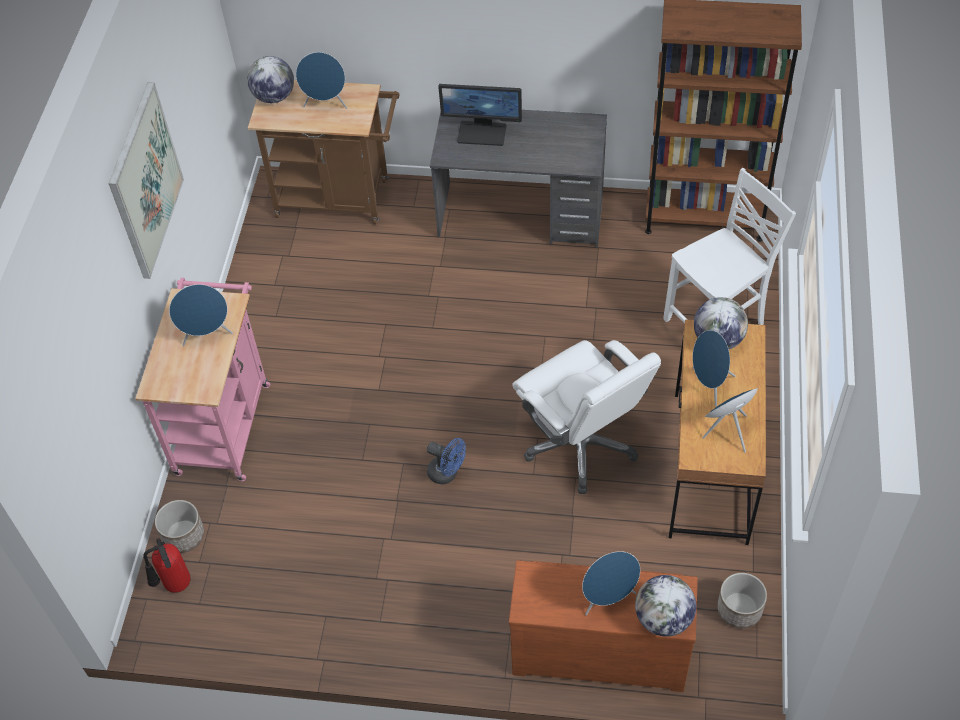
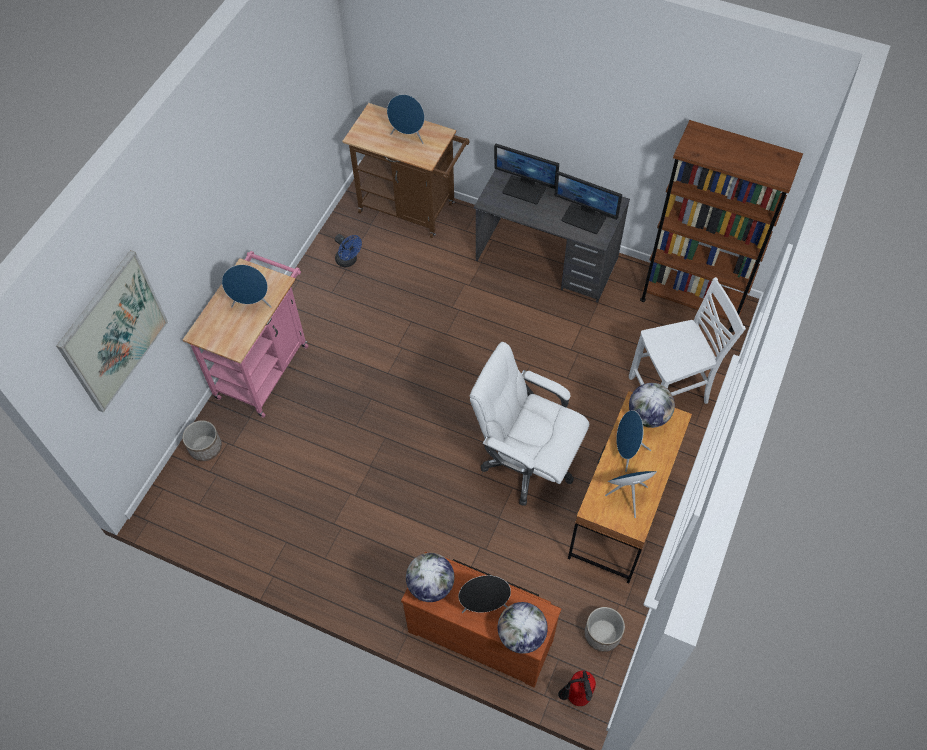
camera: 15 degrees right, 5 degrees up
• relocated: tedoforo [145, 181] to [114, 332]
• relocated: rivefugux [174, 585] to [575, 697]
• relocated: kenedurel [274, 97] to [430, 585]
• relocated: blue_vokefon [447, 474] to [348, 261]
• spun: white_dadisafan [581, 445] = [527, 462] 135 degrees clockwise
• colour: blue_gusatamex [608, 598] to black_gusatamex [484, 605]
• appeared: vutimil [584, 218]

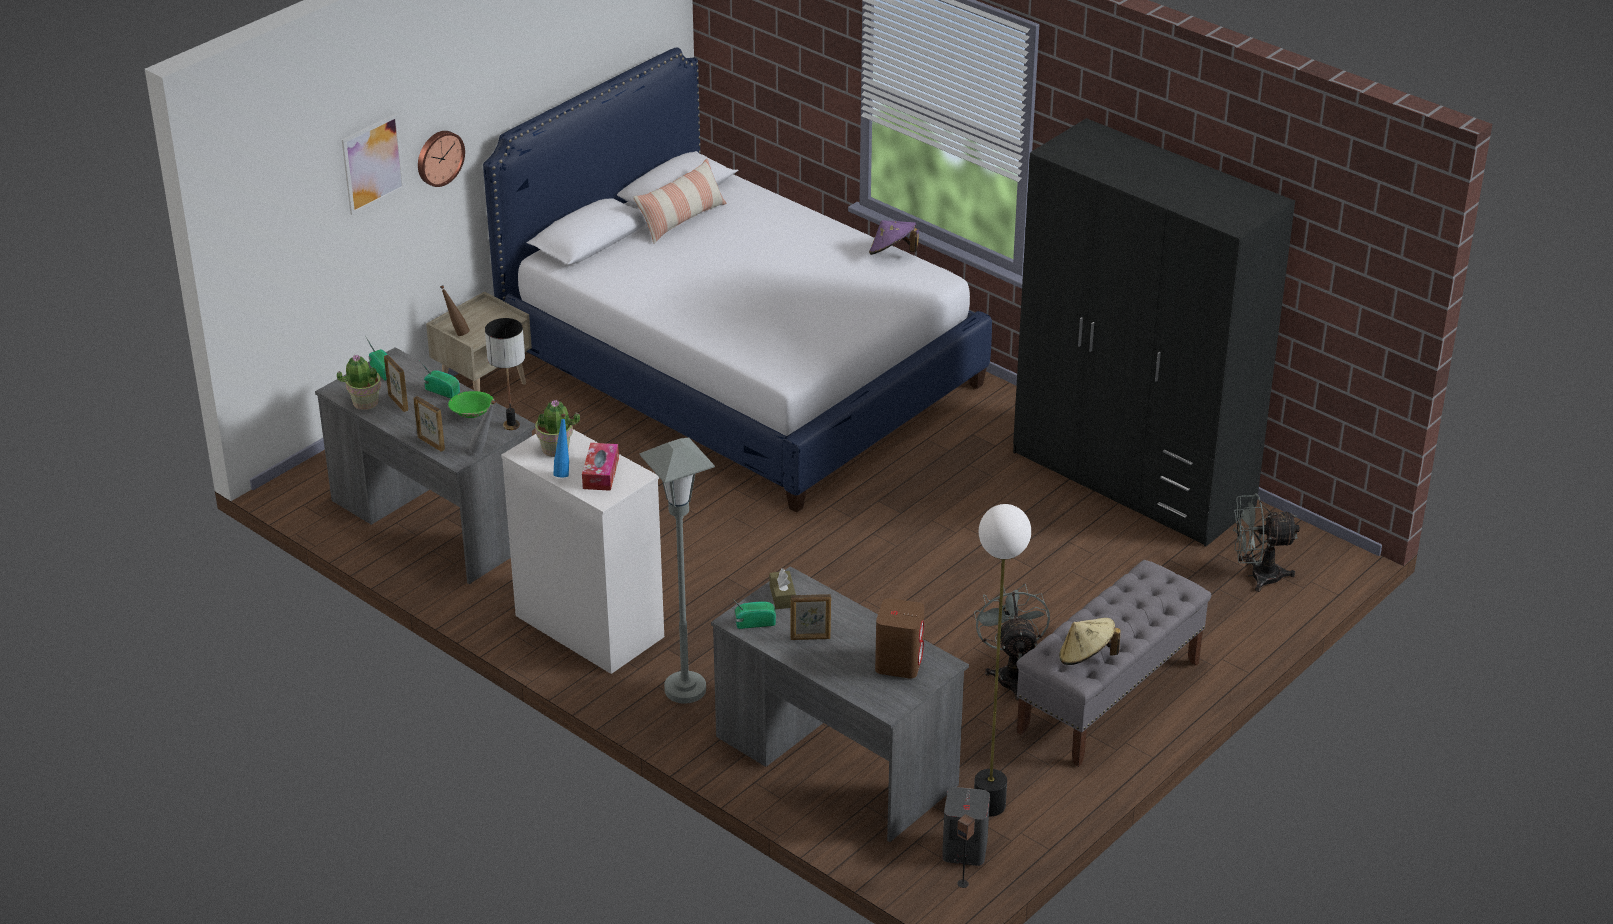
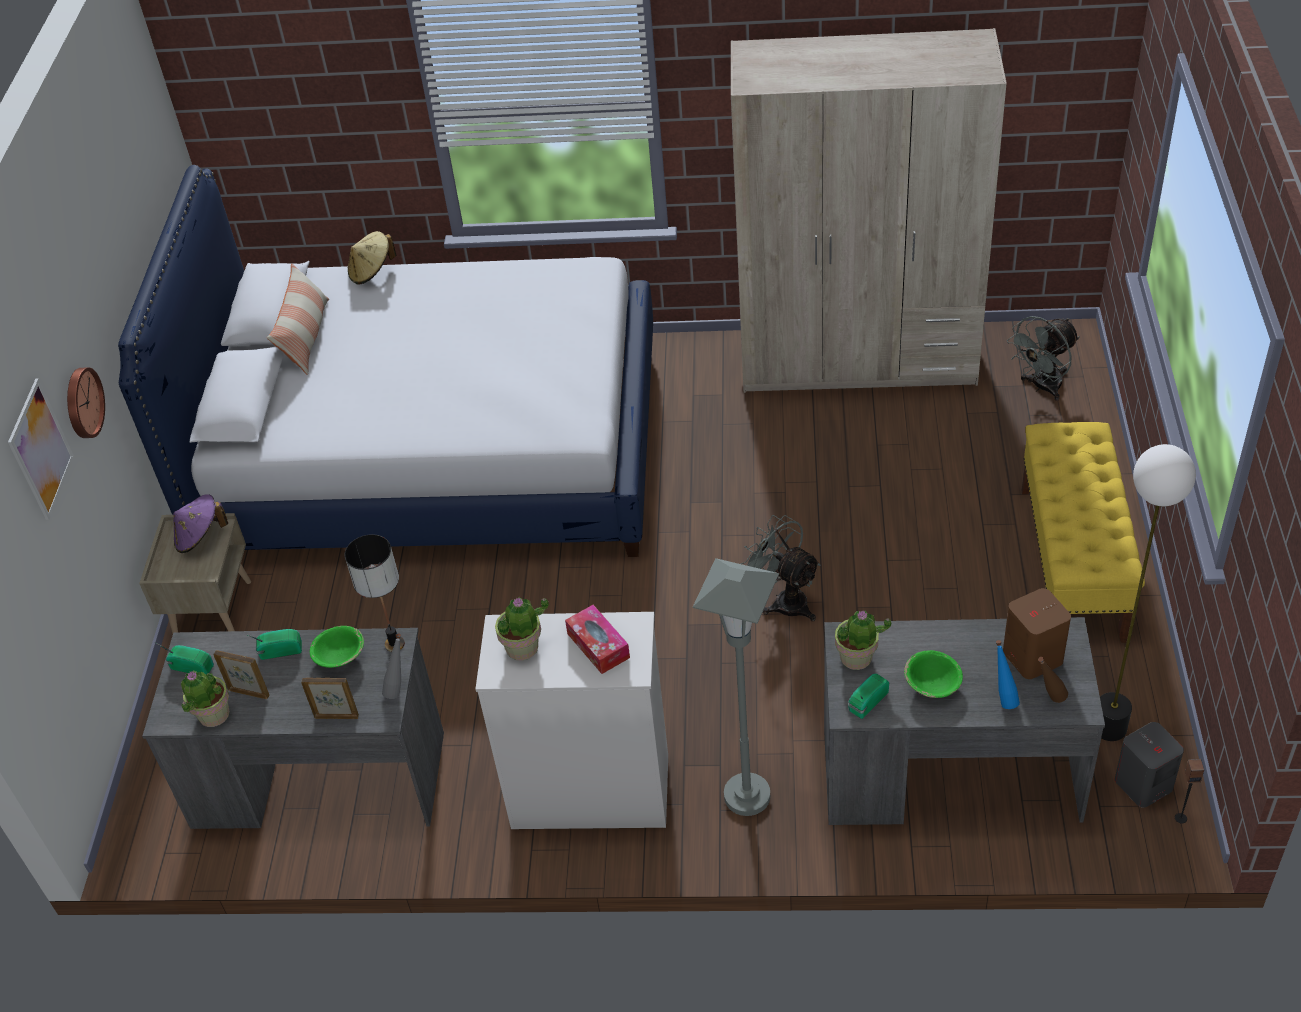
camera: 35 degrees left, 10 degrees up
• relocated: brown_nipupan [456, 333] to [1048, 699]
• relocated: blue_nipupan [563, 472] to [1003, 698]
• exchanged: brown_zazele [782, 596] to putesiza [856, 658]
• exchanged: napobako [810, 638] to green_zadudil [932, 684]
• relocated: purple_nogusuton [892, 253] to [200, 537]
• relocated: grey_vokefon [1011, 674] to [784, 600]
• colour: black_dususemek [1133, 479] to beige_dususemek [858, 360]
• colour: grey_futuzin [1109, 697] to yellow_futuzin [1072, 563]
• relocated: beige_nogusuton [1086, 657] to [372, 272]

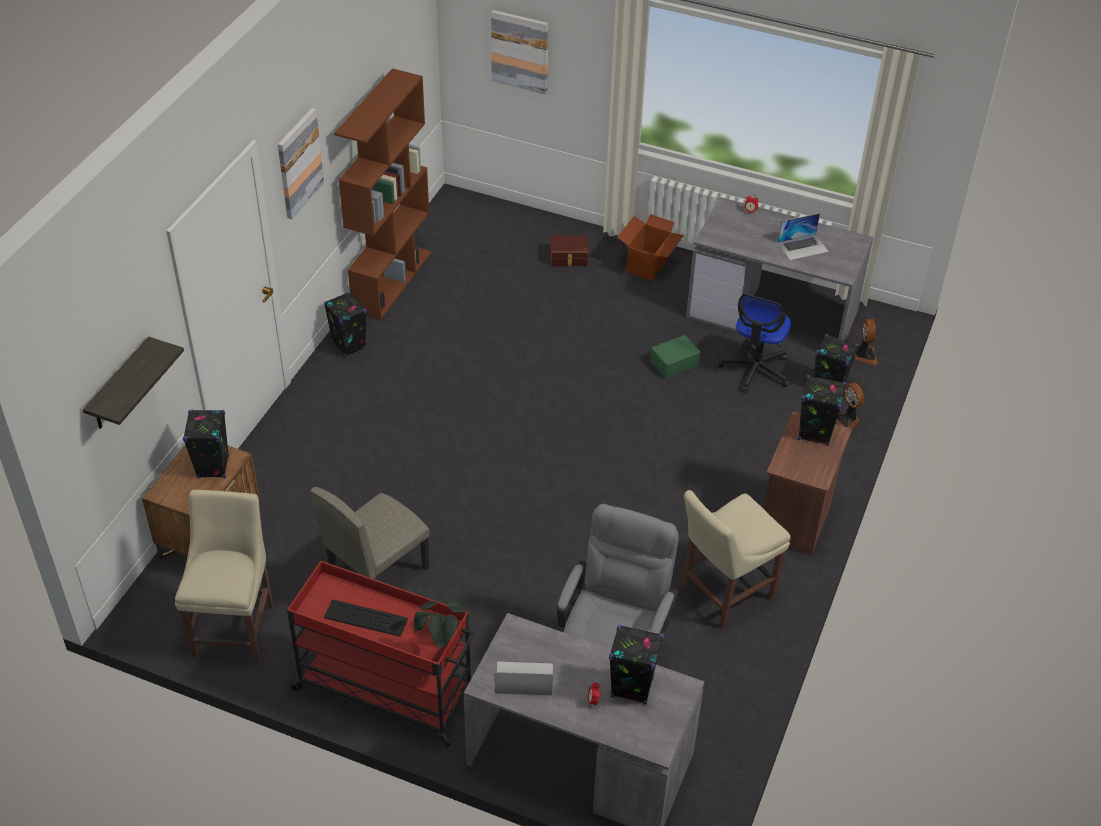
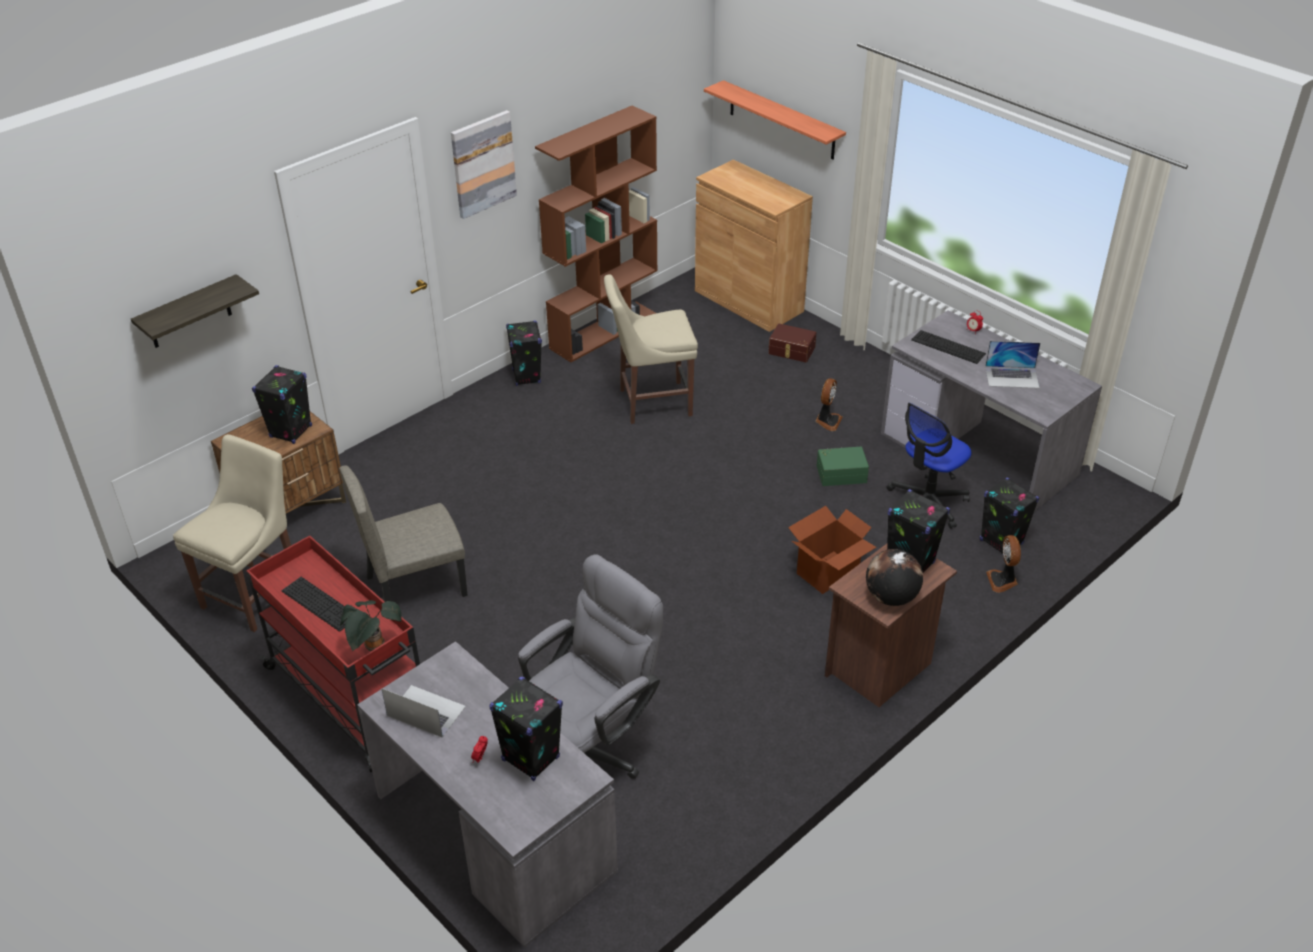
camera: 25 degrees right, 5 degrees down
• exchanged: tedoforo [520, 51] to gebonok [781, 120]
• relocated: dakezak [648, 265] to [828, 573]
• relocated: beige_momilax [723, 594] to [651, 402]
• relocated: vokefon [864, 356] to [827, 421]
• appeared: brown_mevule [748, 301]
• appeared: kenedurel [891, 597]
• appeared: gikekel [948, 347]

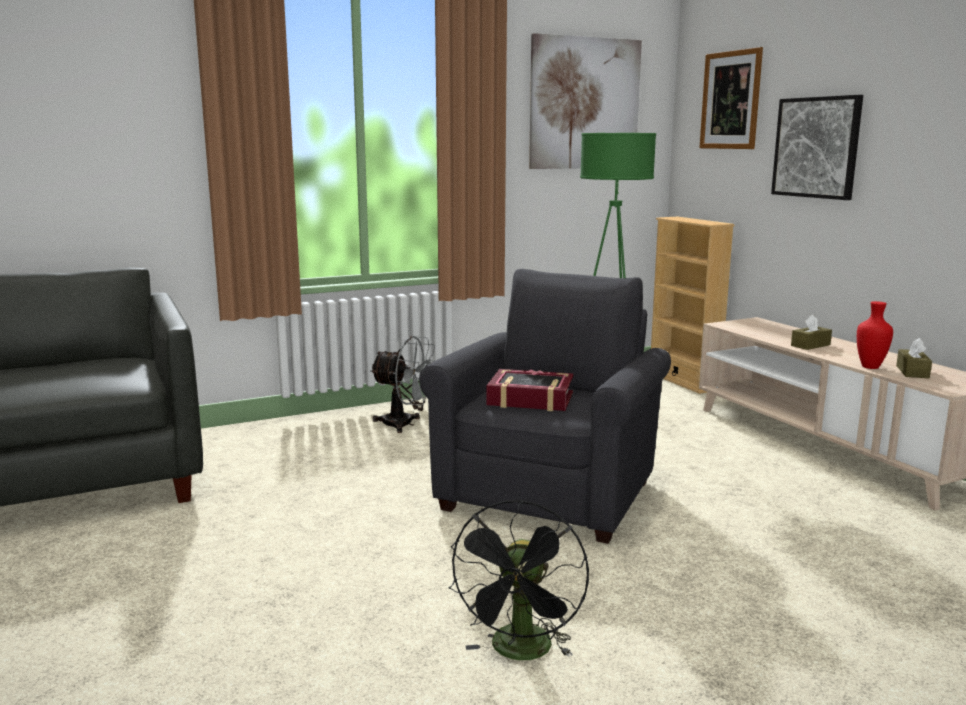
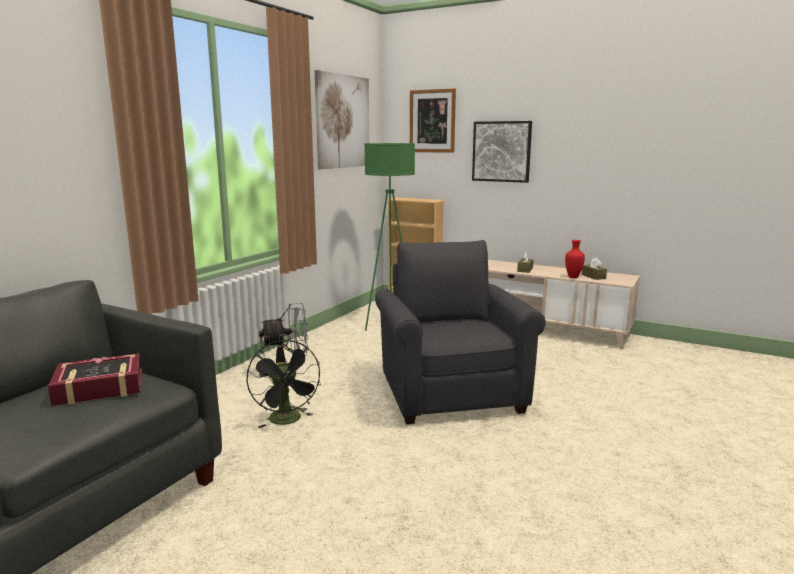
camera: 35 degrees left, 0 degrees up
• relocated: black_vokefon [521, 653] to [287, 421]
• relocated: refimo [530, 399] to [99, 387]

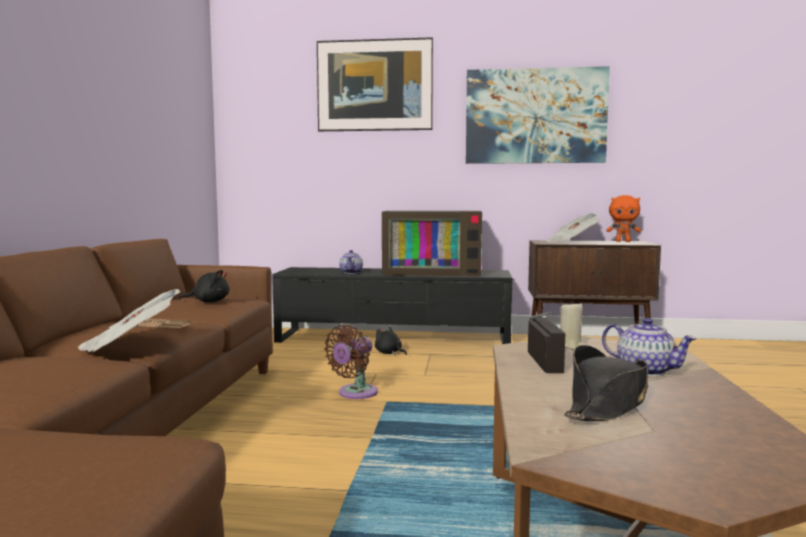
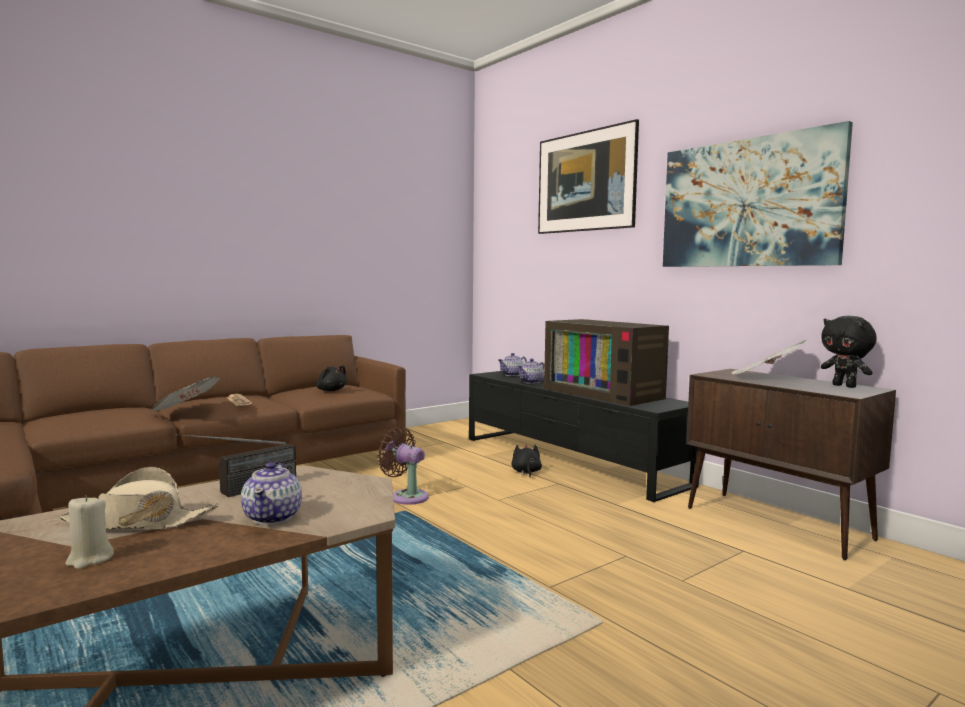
camera: 45 degrees right, 0 degrees up
• spun: brown_vokefon [355, 393] = [406, 496] 45 degrees clockwise
• relocated: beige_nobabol [570, 346] to [89, 559]
• colour: black_nogusuton [607, 404] to beige_nogusuton [140, 523]
• colour: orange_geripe [623, 241] to black_geripe [845, 386]
• appeared: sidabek [512, 375]

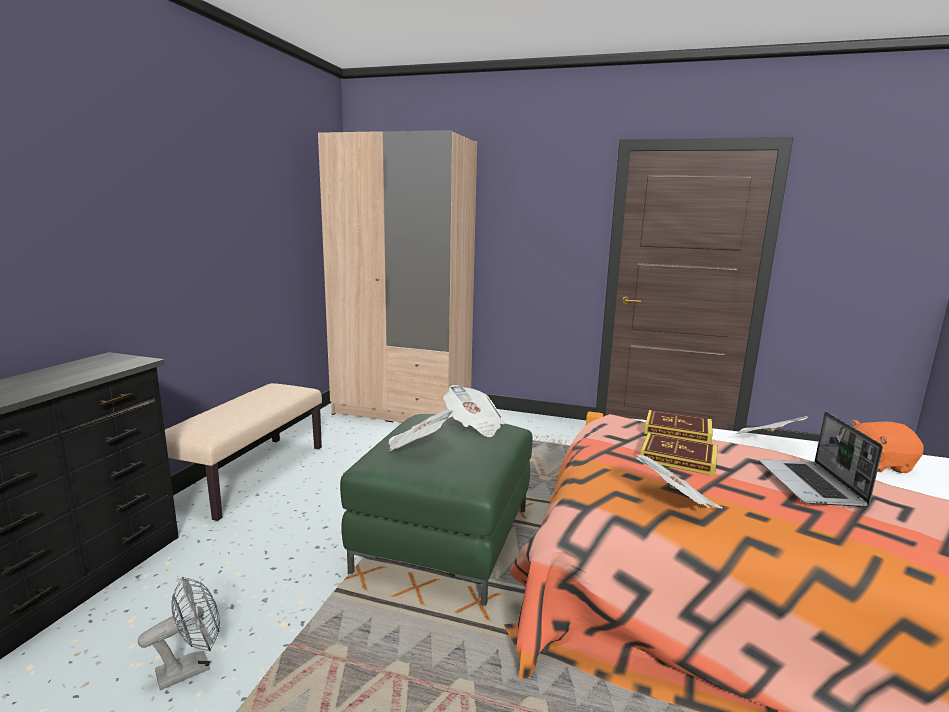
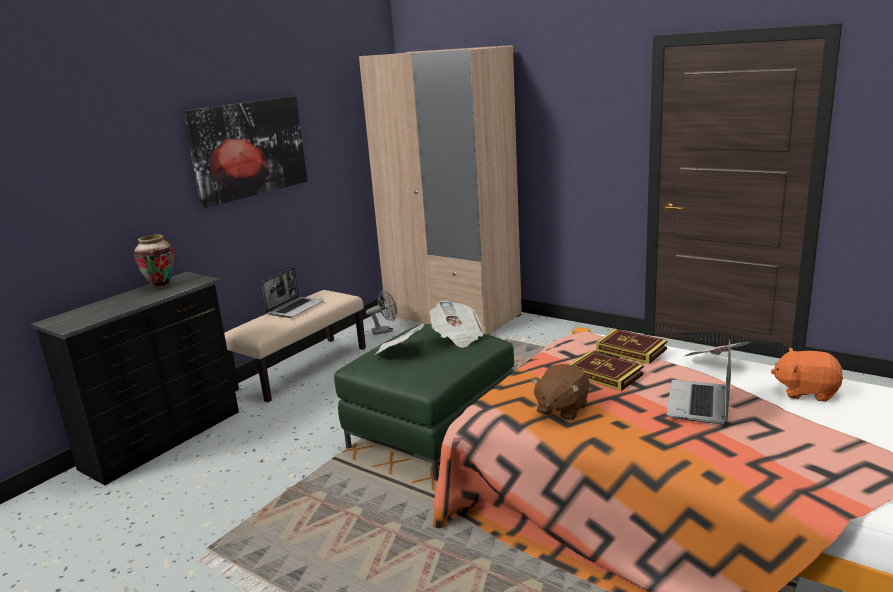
camera: 20 degrees right, 5 degrees up
• relocated: grey_vokefon [192, 667] to [385, 331]
• exchanged: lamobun [675, 503] to brown_geripe [561, 409]
• appeared: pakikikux [161, 286]
• appeared: tedoforo [249, 149]
• appeared: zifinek [295, 308]

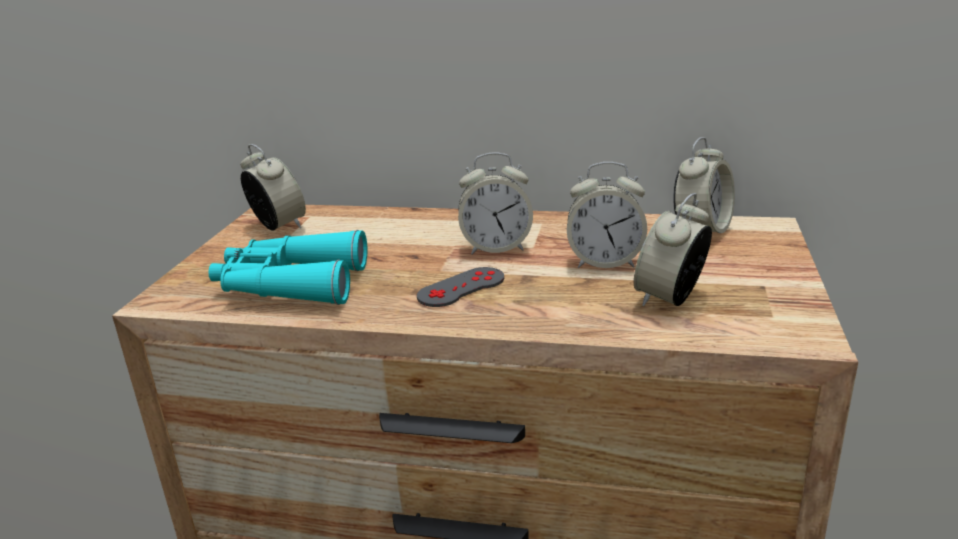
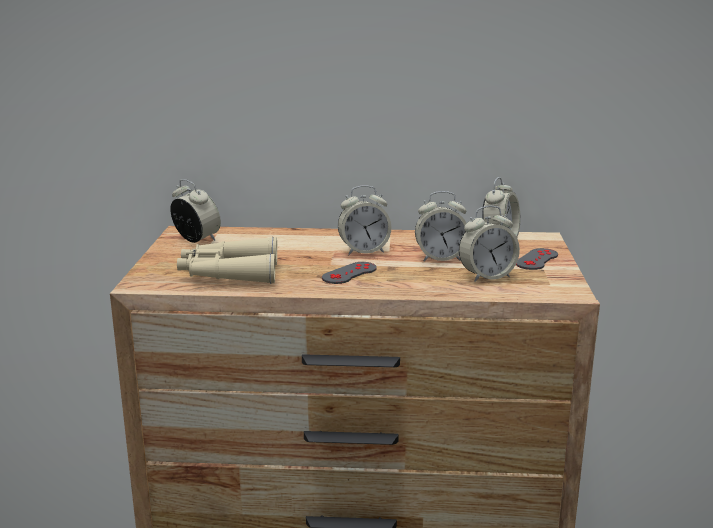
camera: 10 degrees left, 5 degrees down
• colour: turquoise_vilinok [290, 285] to beige_vilinok [228, 274]
• spun: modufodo [670, 298] = [487, 276] 135 degrees counterclockwise
• appeared: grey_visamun [537, 259]

